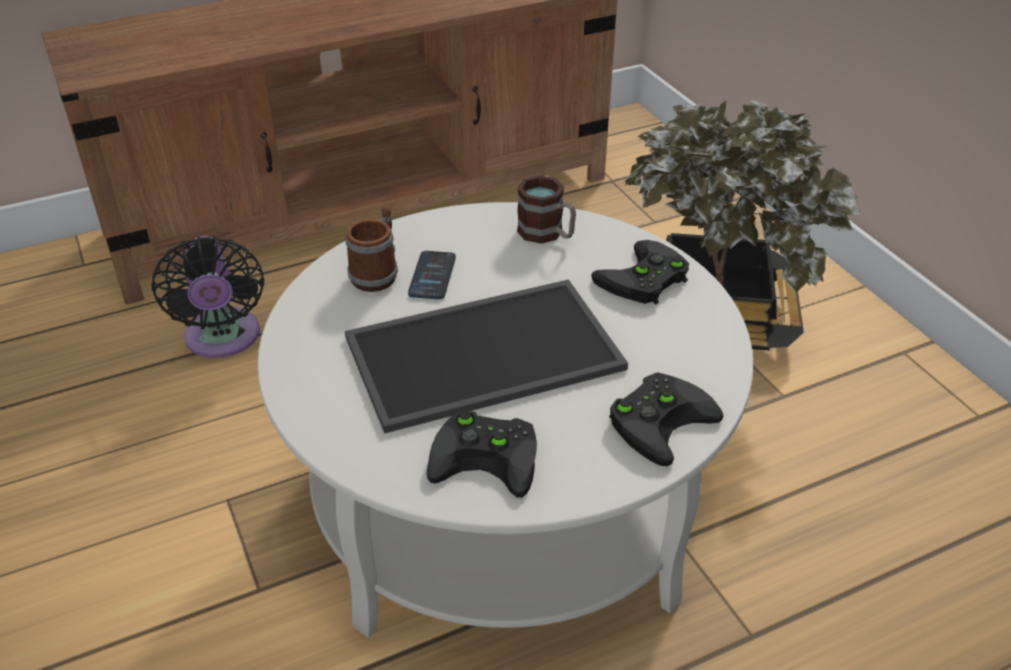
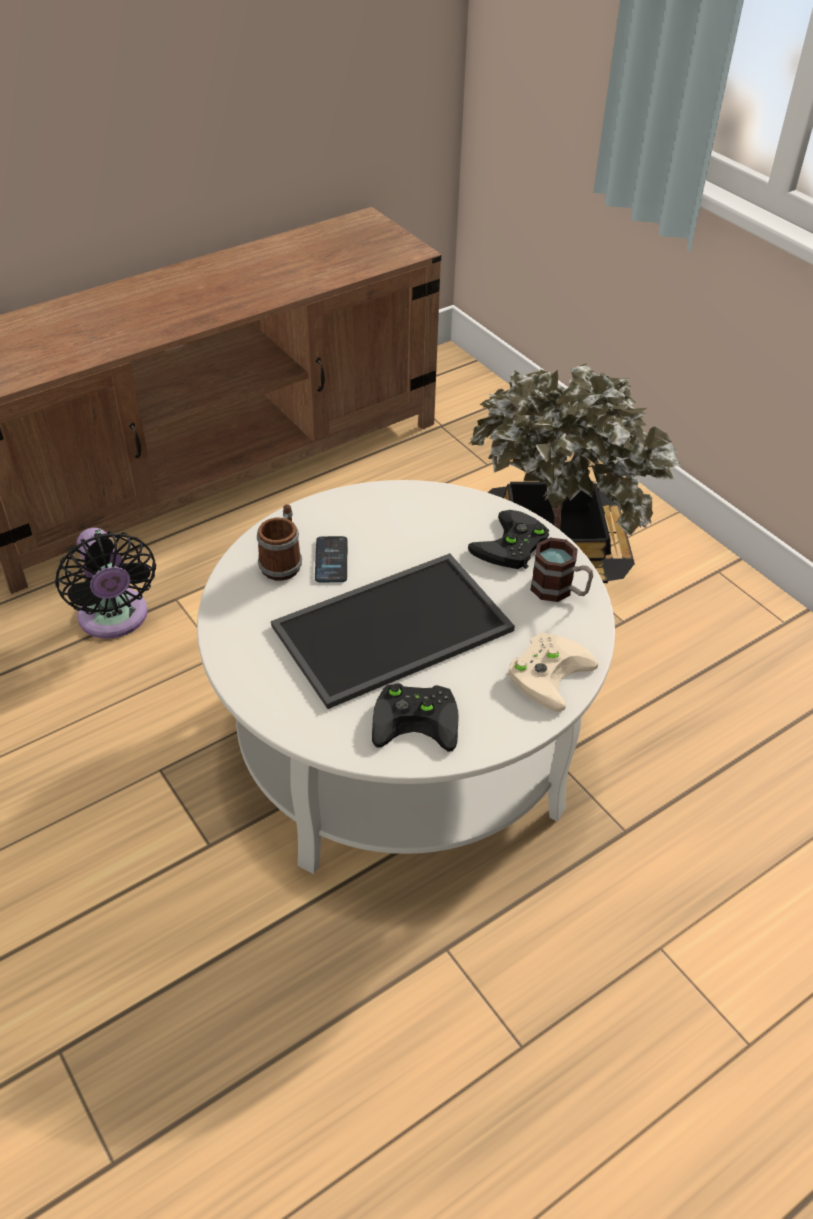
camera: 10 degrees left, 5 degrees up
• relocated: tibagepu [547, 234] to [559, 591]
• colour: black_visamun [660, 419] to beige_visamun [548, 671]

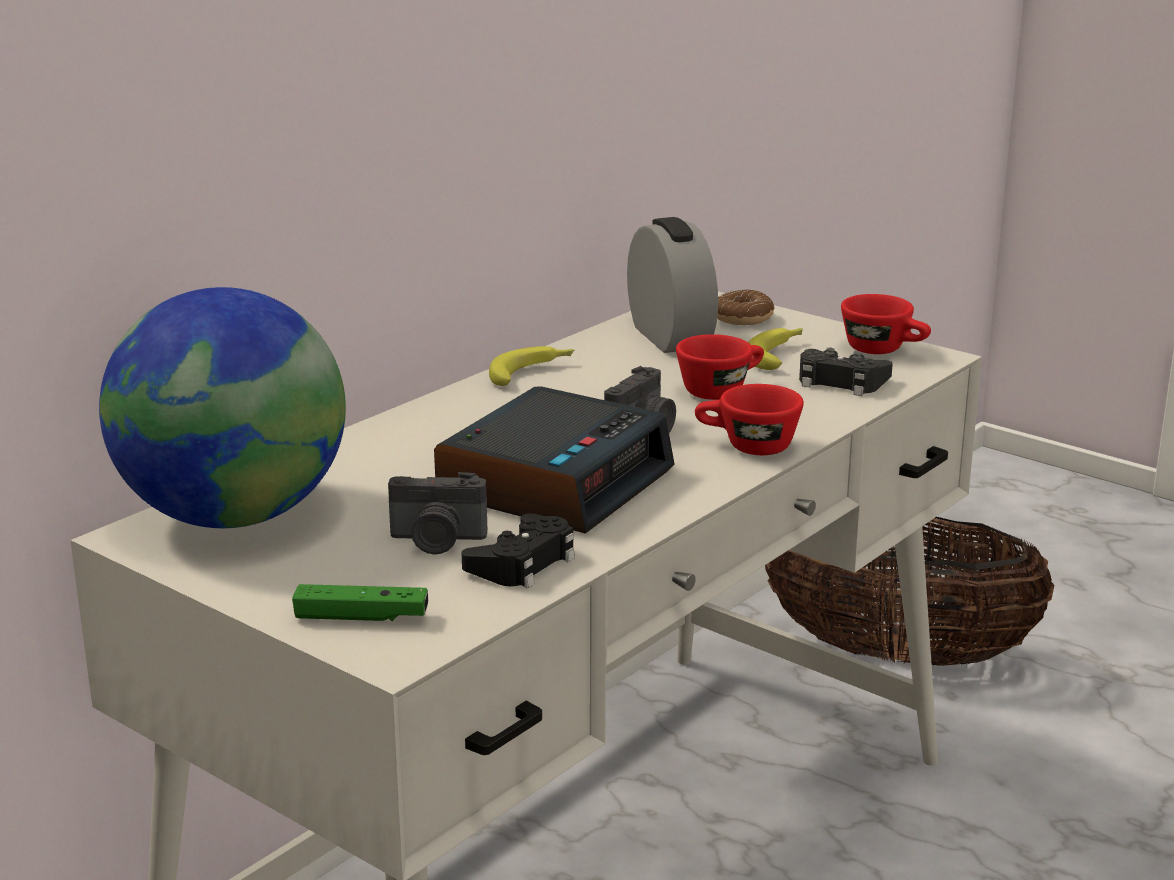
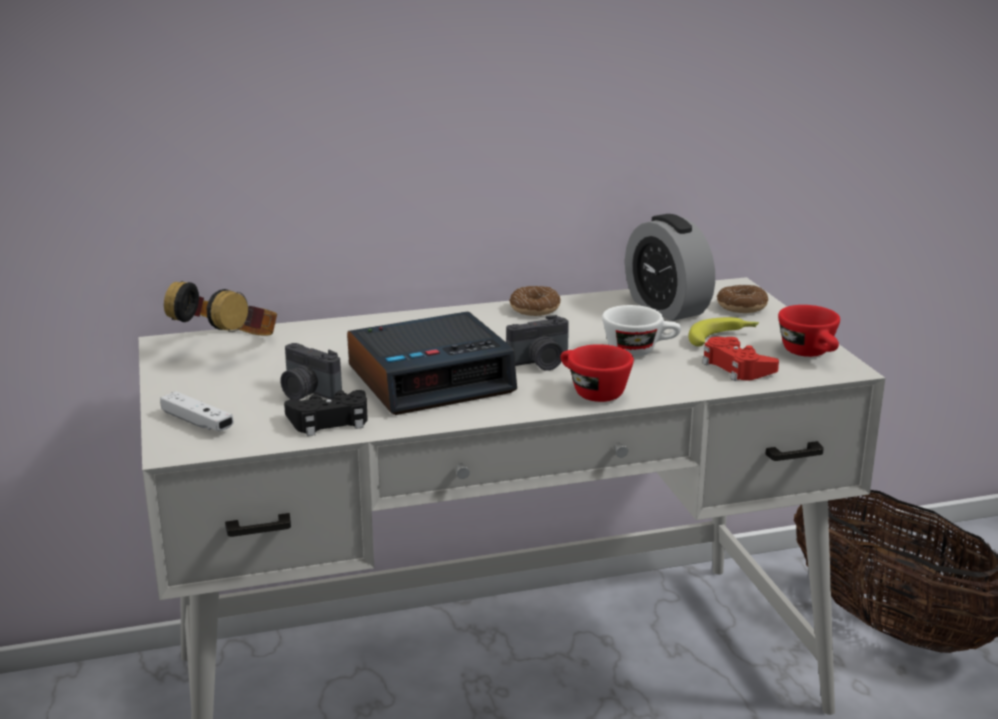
camera: 35 degrees right, 0 degrees up
• exchanged: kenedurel [234, 516] to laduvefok [230, 347]
• colour: green_visamun [361, 617] to white_visamun [197, 422]
• exchanged: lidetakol [532, 373] to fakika [534, 309]
• spun: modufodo [670, 337] = [666, 307] 135 degrees clockwise
• colour: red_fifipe [721, 390] to white_fifipe [640, 351]
• colour: black_visamun [840, 381] to red_visamun [736, 367]

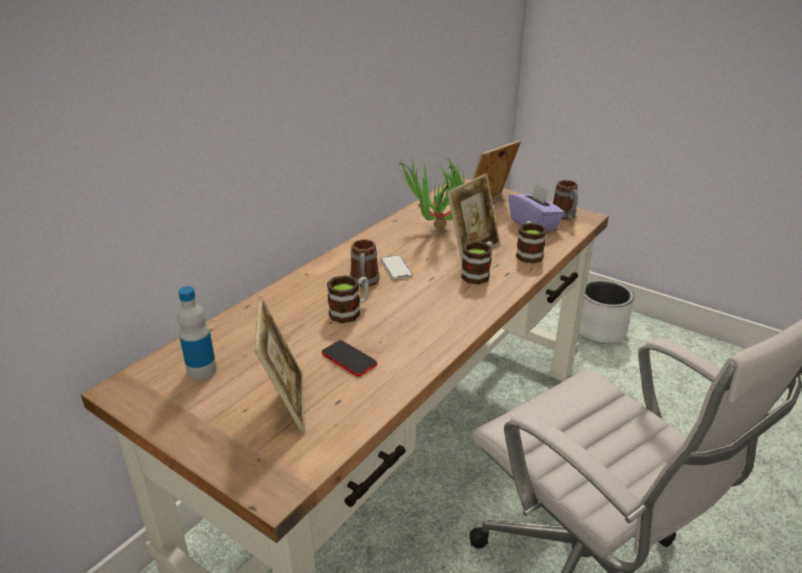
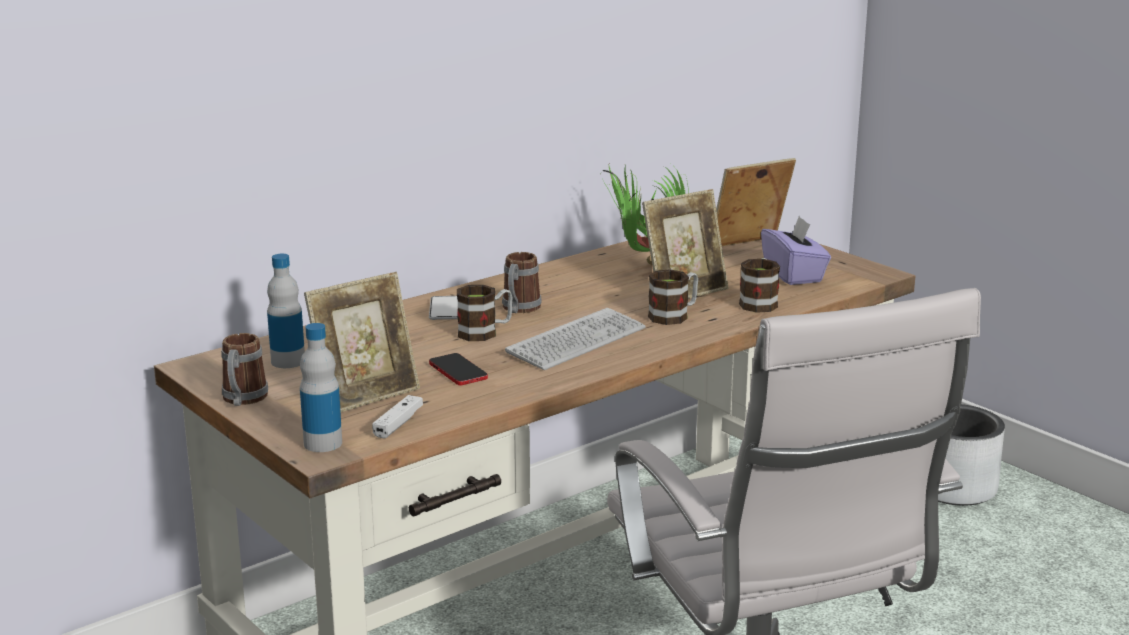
camera: 15 degrees right, 10 degrees down
• spun: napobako [286, 403] = [366, 396] 45 degrees clockwise
• relocated: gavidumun [396, 268] to [444, 309]
• relocated: tibagepu [565, 217] to [243, 400]
• appeared: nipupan [323, 443]
• appeared: white_visamun [398, 424]
• appeared: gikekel [576, 341]

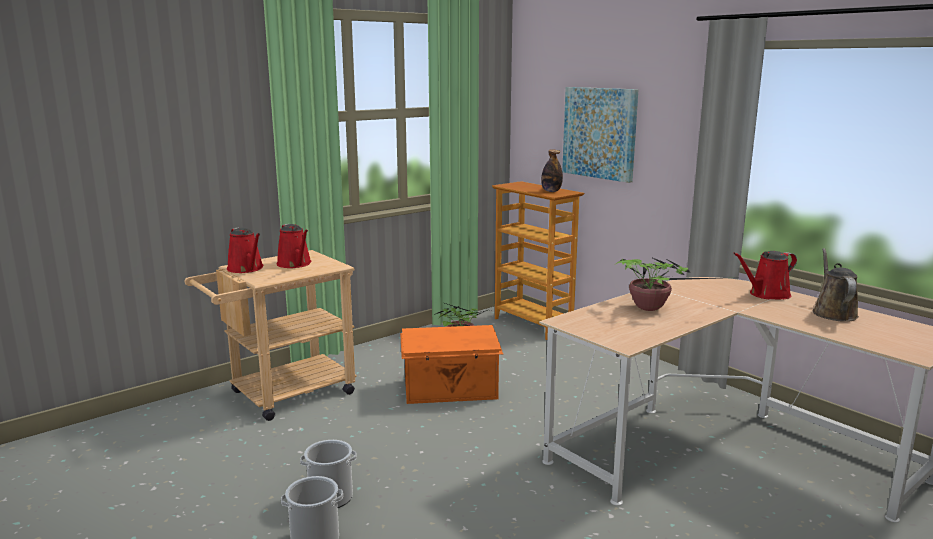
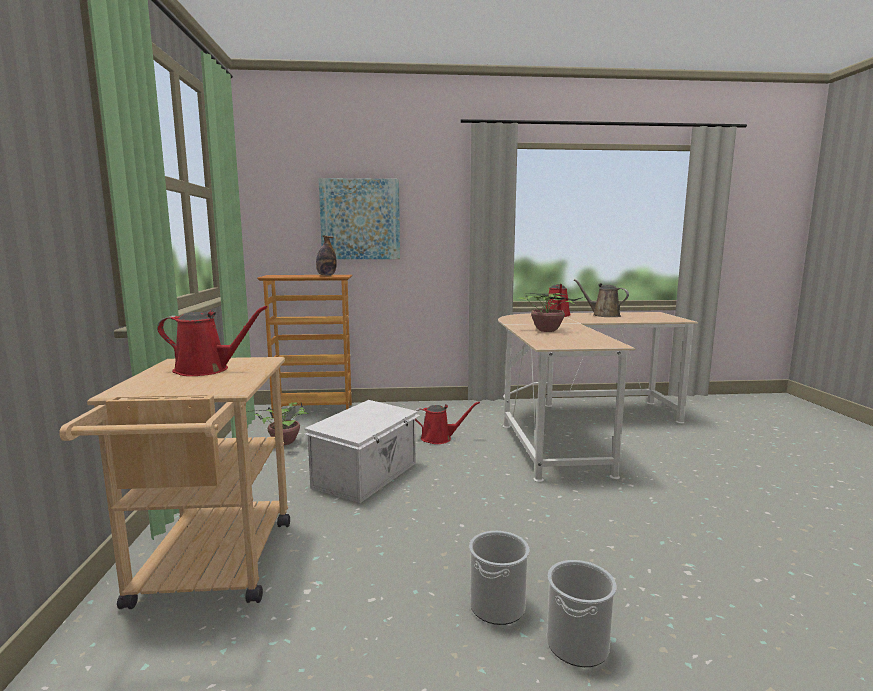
camera: 55 degrees left, 5 degrees down
• relocated: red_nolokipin [247, 269] to [439, 438]
• colour: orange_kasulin [451, 389] to white_kasulin [367, 475]

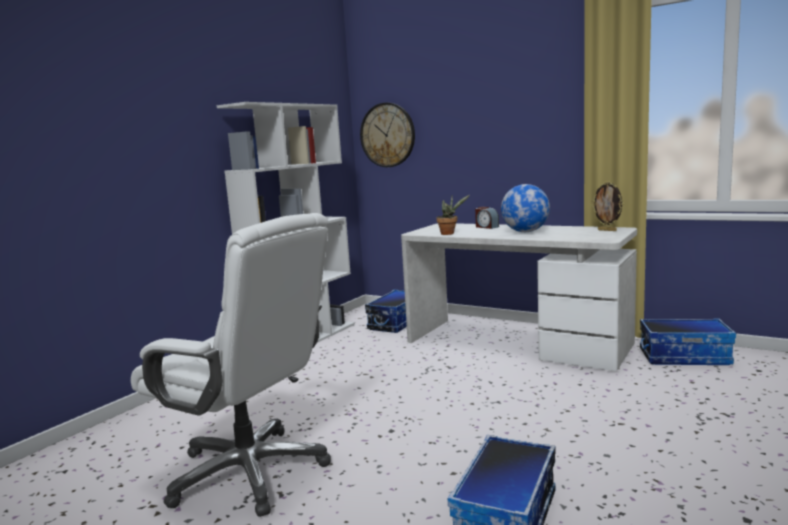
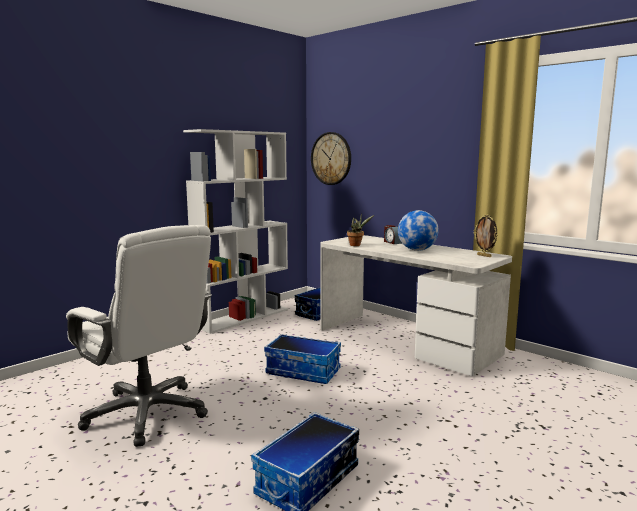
camera: 10 degrees right, 0 degrees up
• relocated: kasulin [684, 357] to [304, 371]

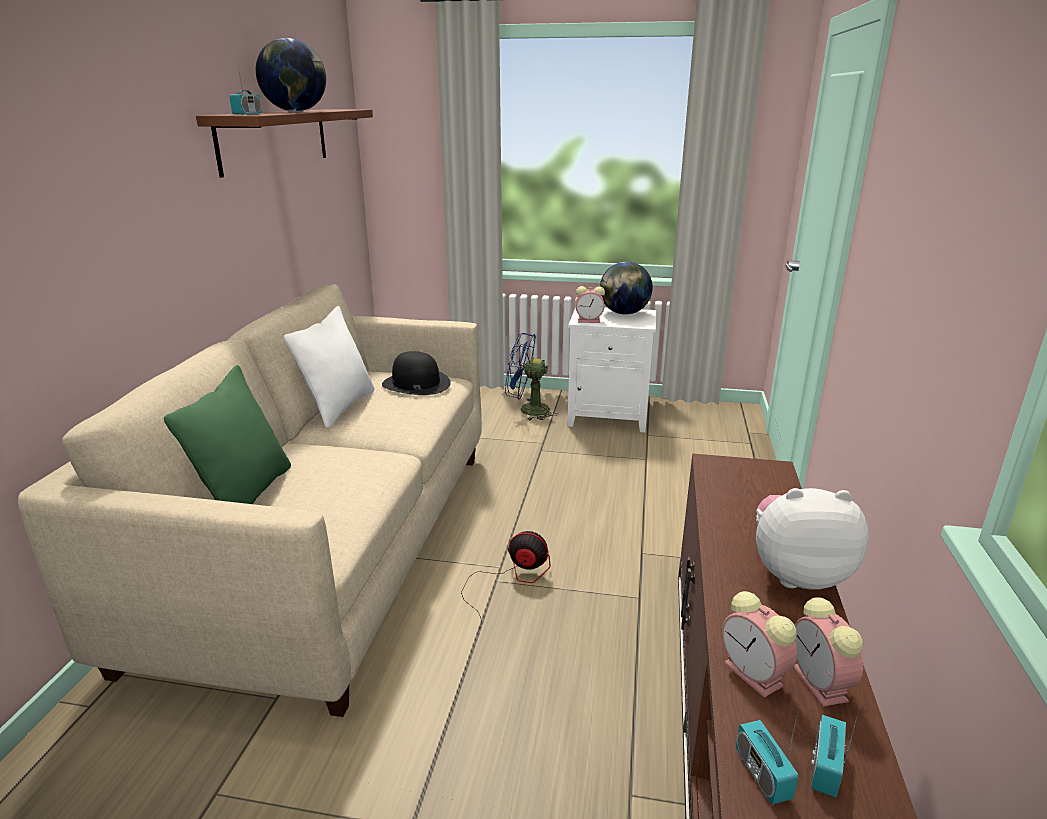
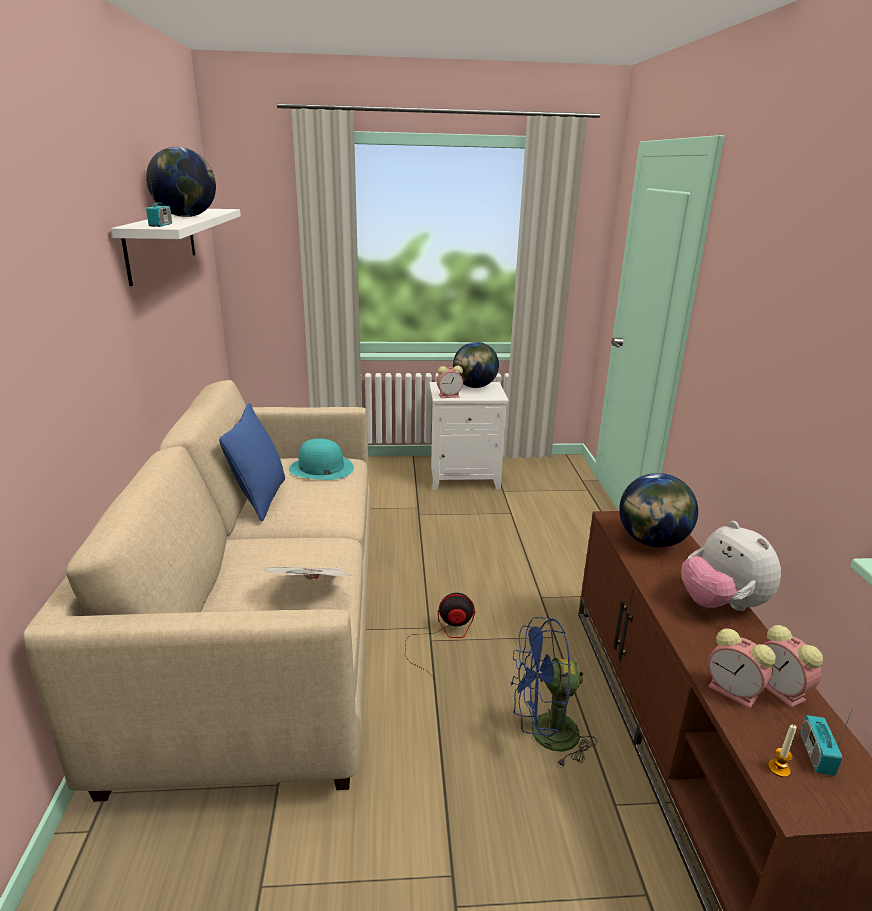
camera: 15 degrees left, 0 degrees up
• missing: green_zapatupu [246, 495]
• colour: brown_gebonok [275, 139] to white_gebonok [162, 242]
• colour: white_zapatupu [339, 407] to blue_zapatupu [260, 498]
• colour: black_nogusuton [416, 383] to turquoise_nogusuton [321, 468]
• relocated: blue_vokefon [527, 410] to [544, 735]
• exchanged: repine [762, 774] to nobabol [778, 768]
• spun: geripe [797, 574] = [721, 604] 105 degrees counterclockwise
• appeared: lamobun [313, 590]
• appeared: kenedurel [652, 542]

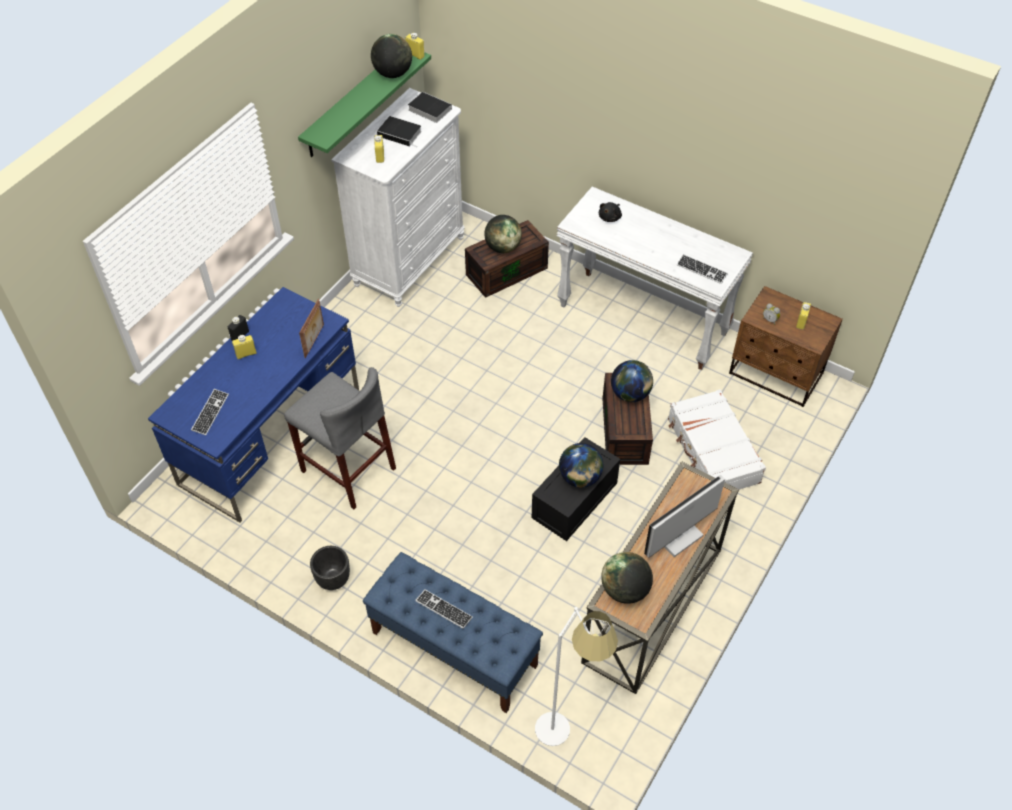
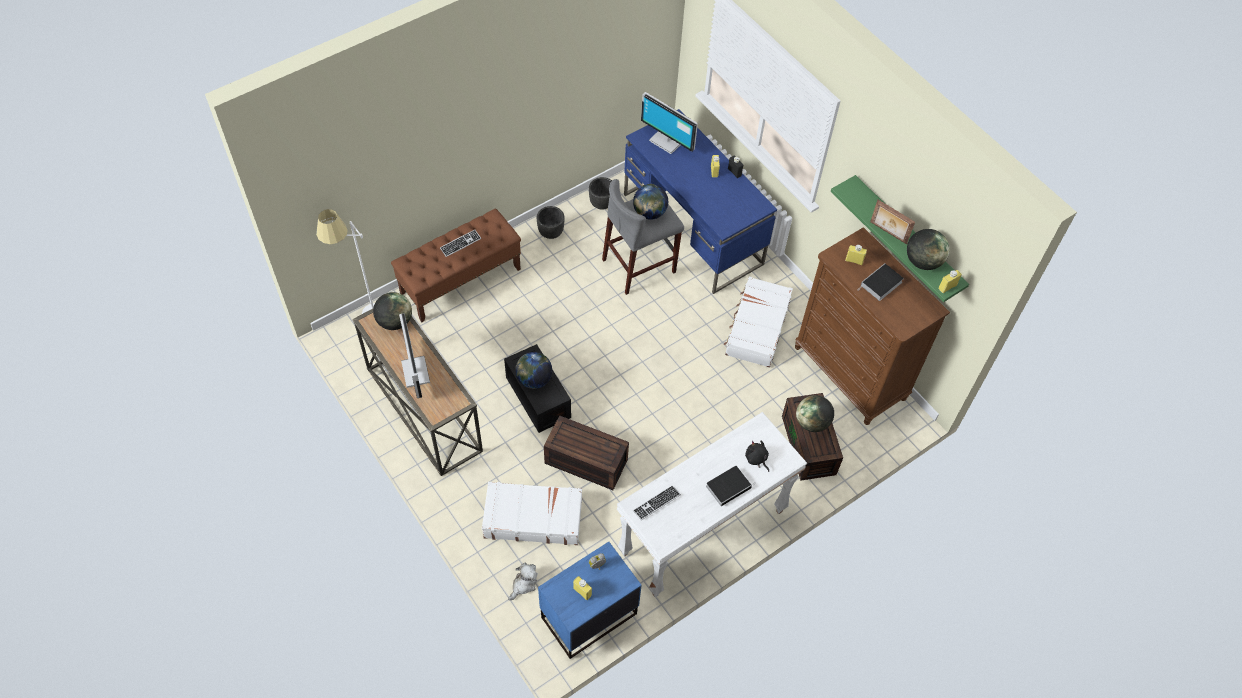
camera: 110 degrees right, 5 degrees up
• exchanged: gikekel [210, 413] to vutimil [667, 140]
• relocated: napobako [315, 341] to [888, 233]
• colour: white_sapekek [409, 261] to brown_sapekek [850, 373]
• colour: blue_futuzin [453, 649] to brown_futuzin [461, 281]
• relocated: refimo [428, 109] to [729, 486]
• relocated: kenedurel [630, 394] to [649, 213]
• colour: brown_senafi [776, 374] to blue_senafi [588, 615]
• appeared: geripe [523, 584]
• appeared: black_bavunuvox [602, 203]
• appeared: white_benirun [756, 327]

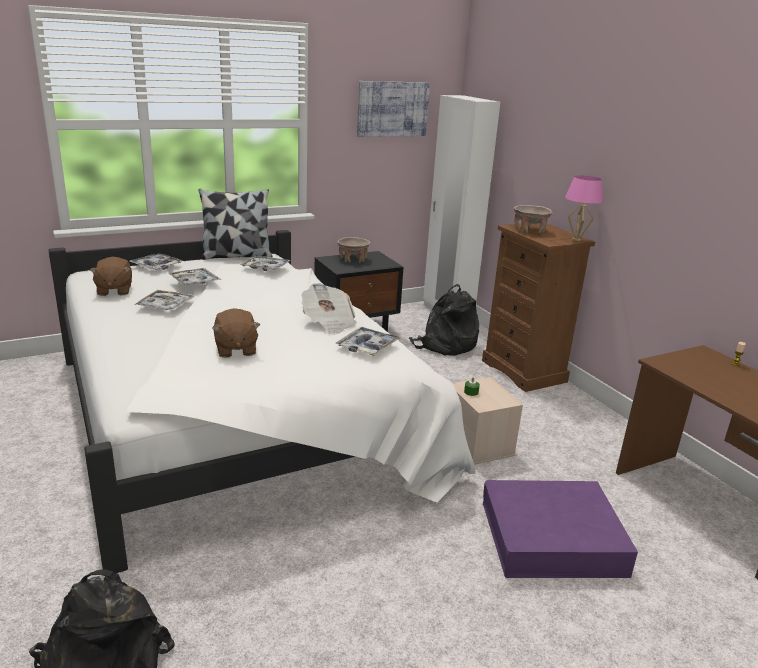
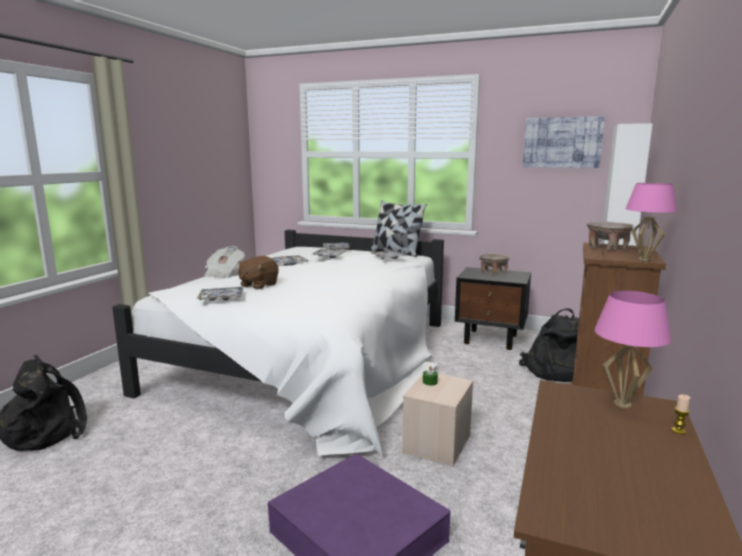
camera: 50 degrees right, 10 degrees down
• missing: brown_geripe [114, 290]
• relocated: lamobun [328, 323] to [223, 273]
• relocated: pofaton [367, 347] to [221, 298]
• appeared: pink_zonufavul [623, 404]

